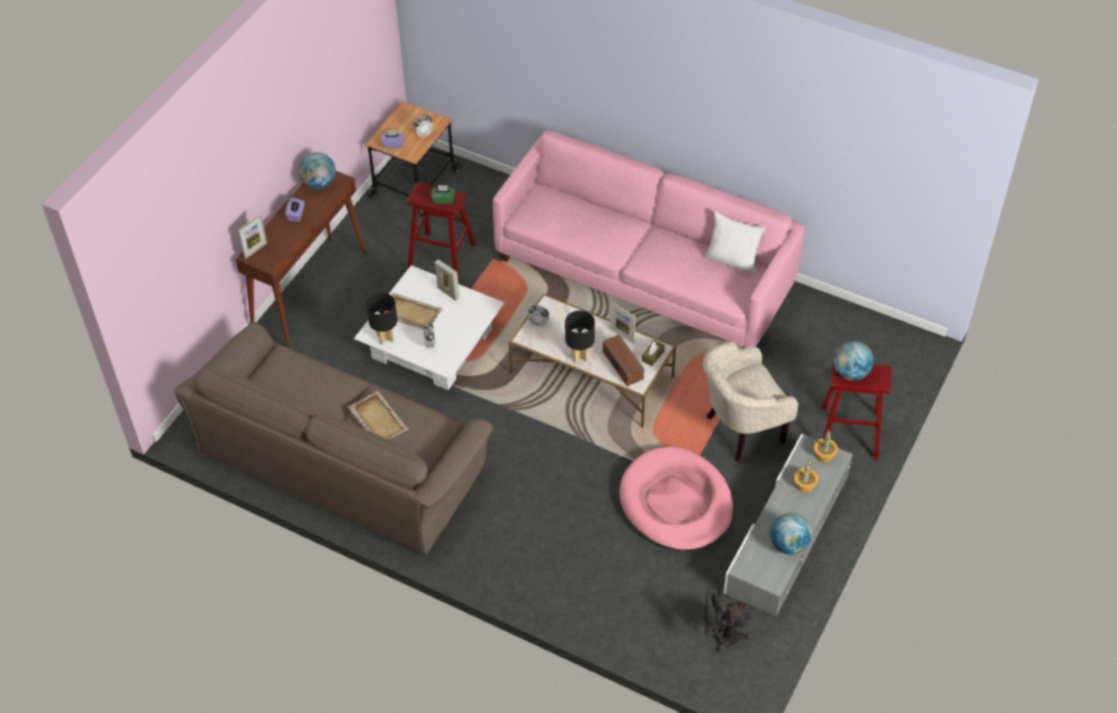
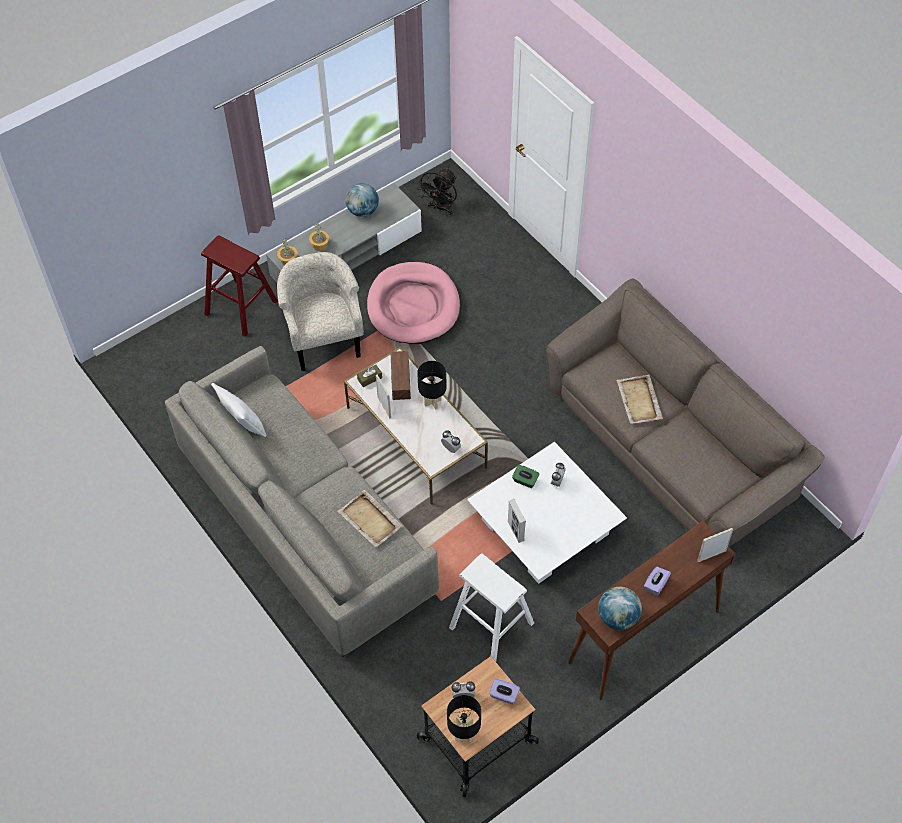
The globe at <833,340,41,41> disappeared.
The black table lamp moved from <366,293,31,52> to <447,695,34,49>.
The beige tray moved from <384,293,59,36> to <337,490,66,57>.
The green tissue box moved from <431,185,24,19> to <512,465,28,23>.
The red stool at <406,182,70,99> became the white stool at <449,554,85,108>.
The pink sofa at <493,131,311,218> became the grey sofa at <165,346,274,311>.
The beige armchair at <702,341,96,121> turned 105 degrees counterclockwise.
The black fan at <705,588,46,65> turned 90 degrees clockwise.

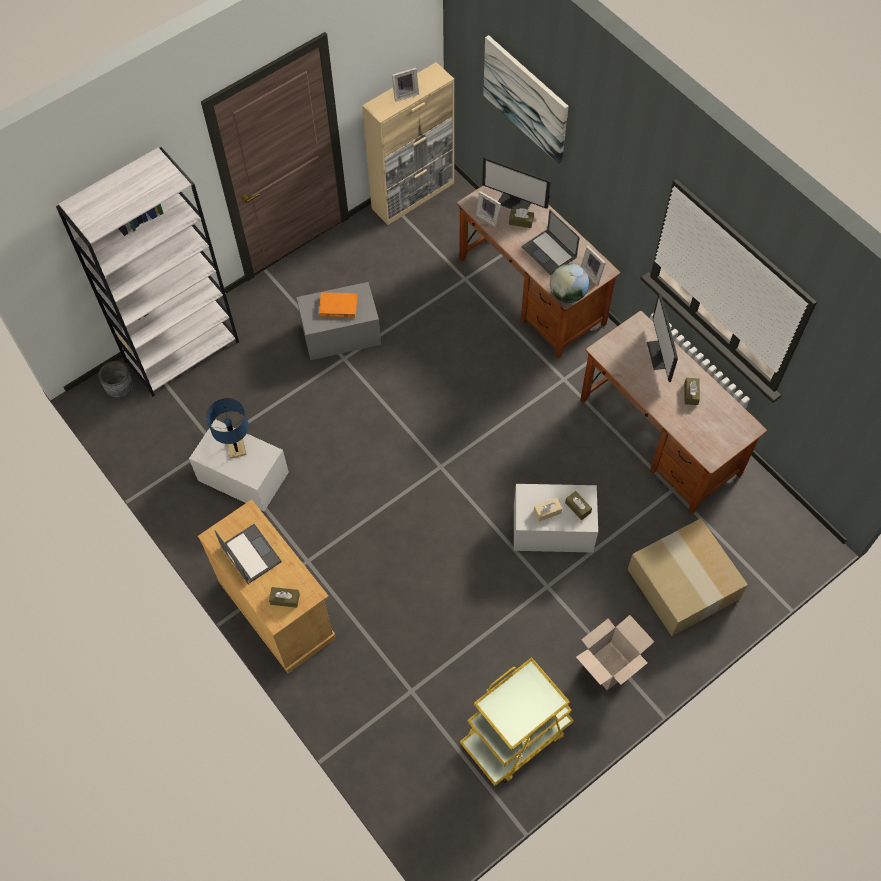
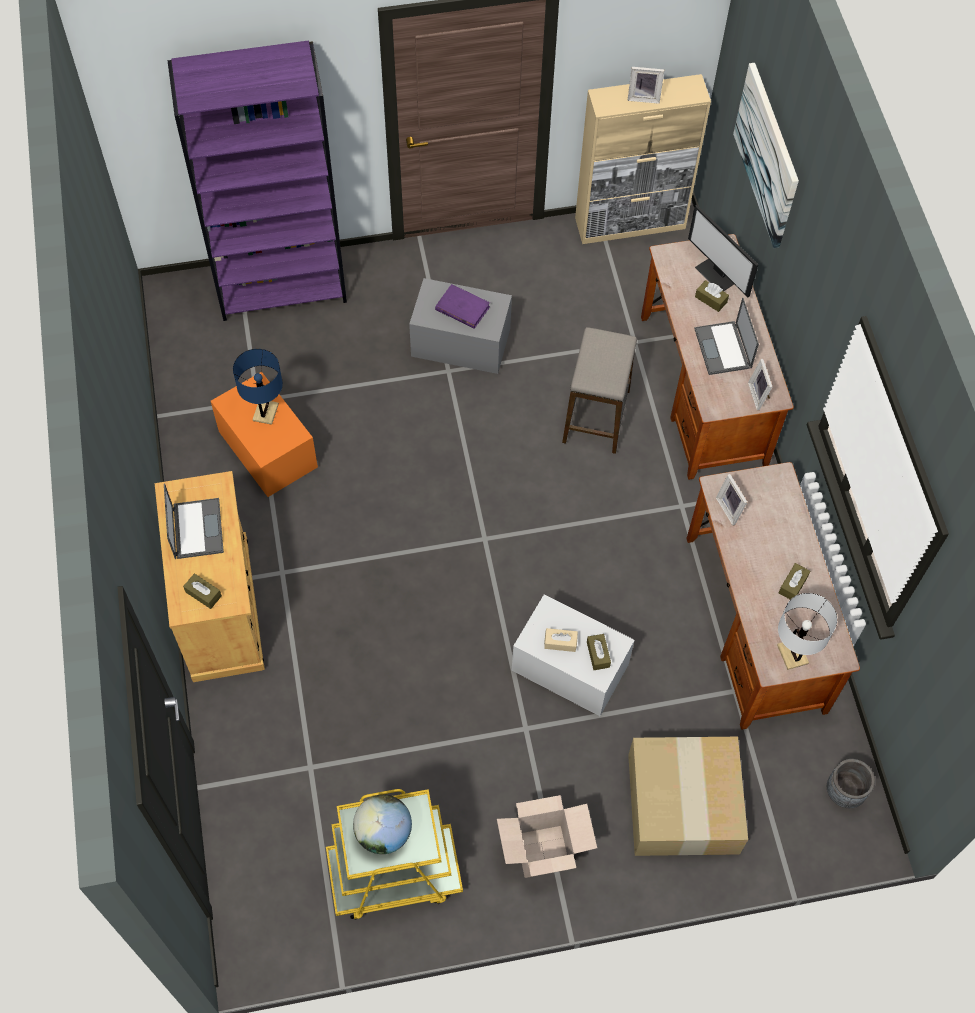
The monitor at <647,293,31,89> disappeared.
The stool at <562,327,75,127> appeared.
The white table lamp at <777,593,60,77> appeared.
The grey planter moved from <99,361,34,37> to <827,759,48,49>.
The picture frame moved from <476,191,25,36> to <716,474,31,52>.
The globe moved from <550,263,39,40> to <353,794,59,60>.
The white bookcase at <56,147,183,250> became the purple bookcase at <168,40,179,281>.
The white storage box at <189,419,100,92> became the orange storage box at <211,372,107,125>.
The orange book at <319,292,38,26> became the purple book at <435,284,55,45>.

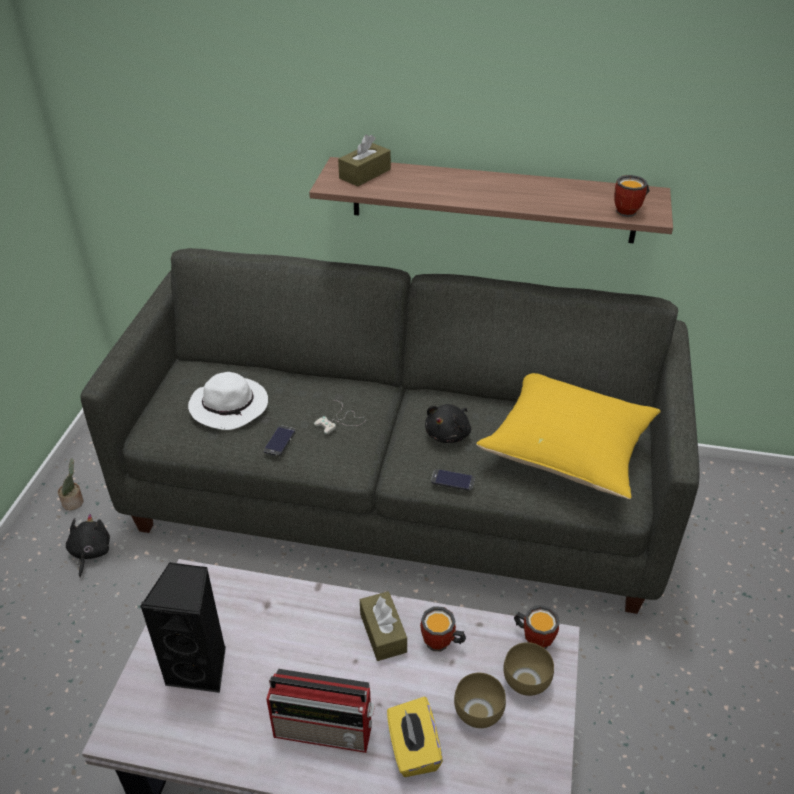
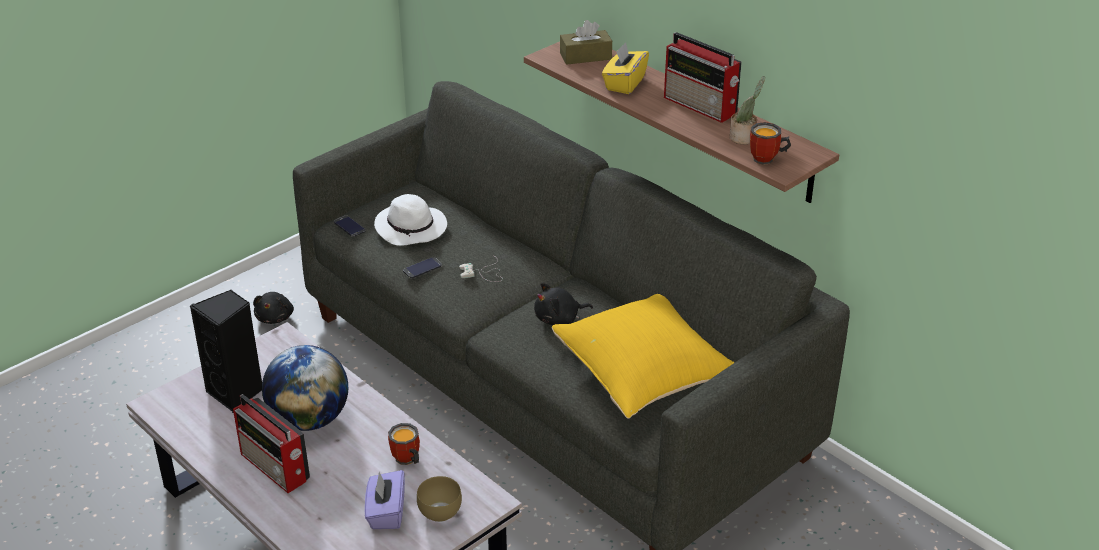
The brown tissue box at <360,591,47,70> disappeared.
The mug at <514,605,46,44> disappeared.
The globe at <262,345,86,86> appeared.
The radio at <664,32,78,91> appeared.
The potted plant moved from <58,459,26,51> to <729,76,36,68>.
The yellow tissue box moved from <387,696,56,81> to <602,42,47,52>.
The phone moved from <431,469,44,22> to <334,216,32,21>.
The brown bowl at <454,673,52,55> was replaced by the purple tissue box at <364,470,41,59>.
The black plush toy at <66,514,44,64> turned 150 degrees clockwise.

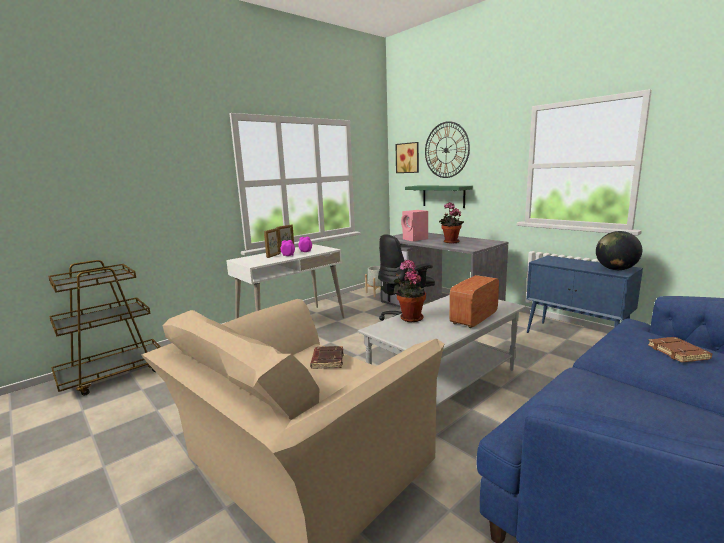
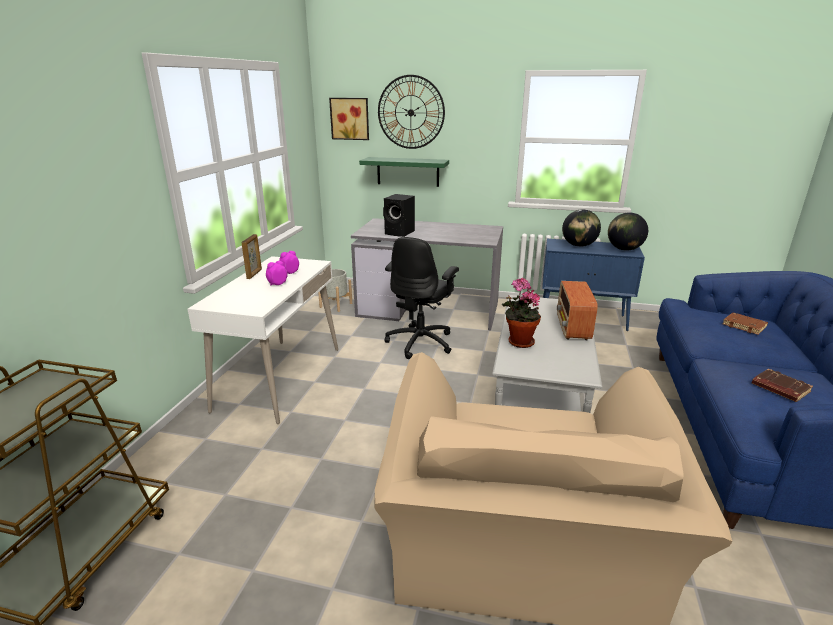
The picture frame at <264,228,17,30> disappeared.
The potted plant at <439,202,25,41> disappeared.
The globe at <562,209,39,38> appeared.
The brown book moved from <310,346,34,23> to <752,368,61,34>.
The pink speaker at <401,210,27,31> became the black speaker at <383,194,32,43>.

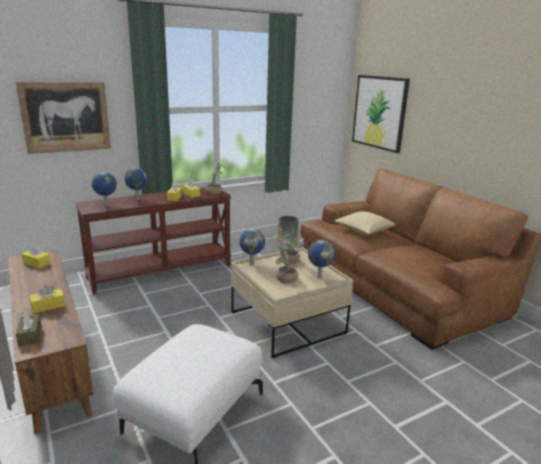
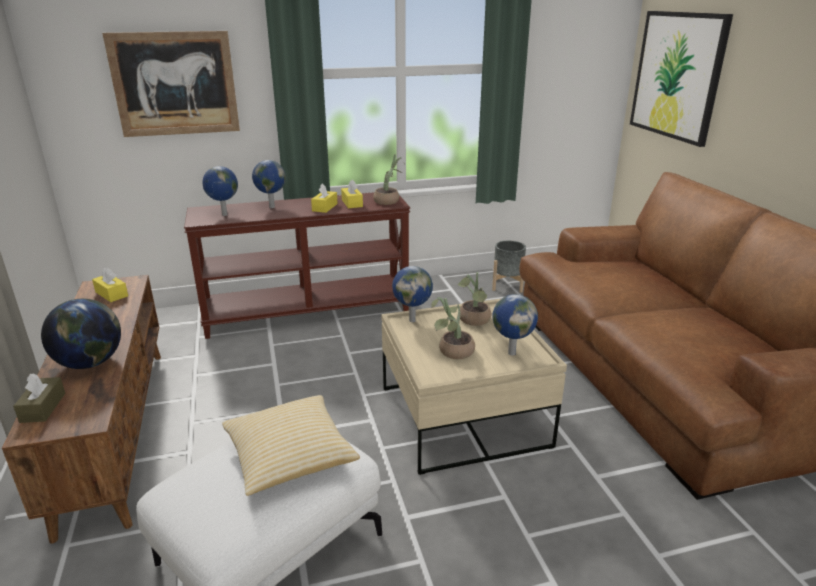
The pillow moved from <334,211,61,24> to <222,395,138,101>.
The yellow tissue box at <30,285,35,28> was replaced by the globe at <41,299,80,70>.

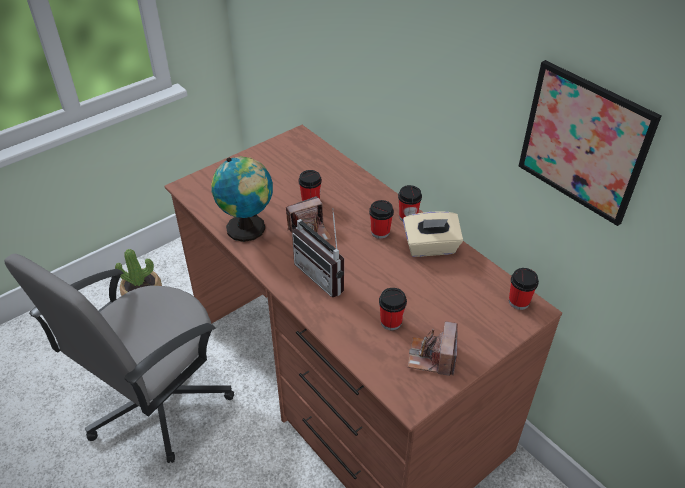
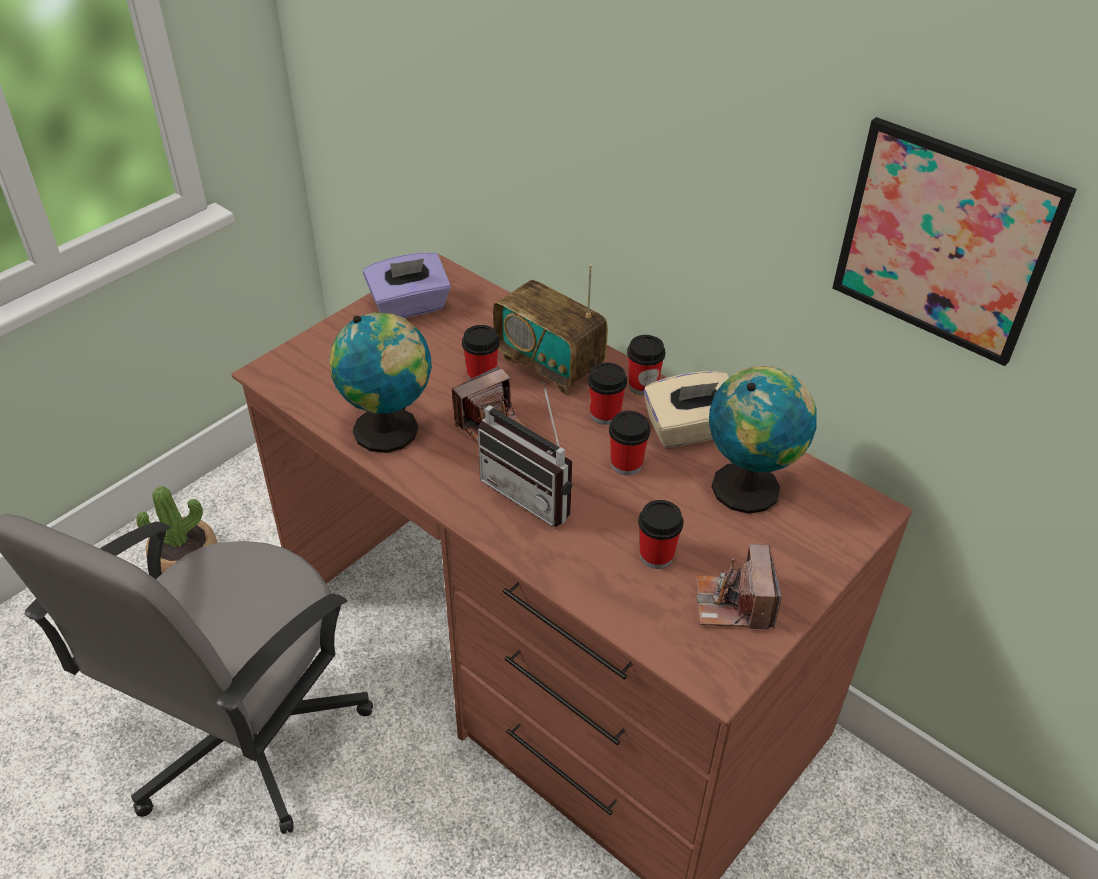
The purple tissue box at <363,252,88,66> appeared.
The radio at <493,265,115,129> appeared.
The globe at <709,366,108,148> appeared.
The cup moved from <509,268,30,42> to <609,411,41,64>.

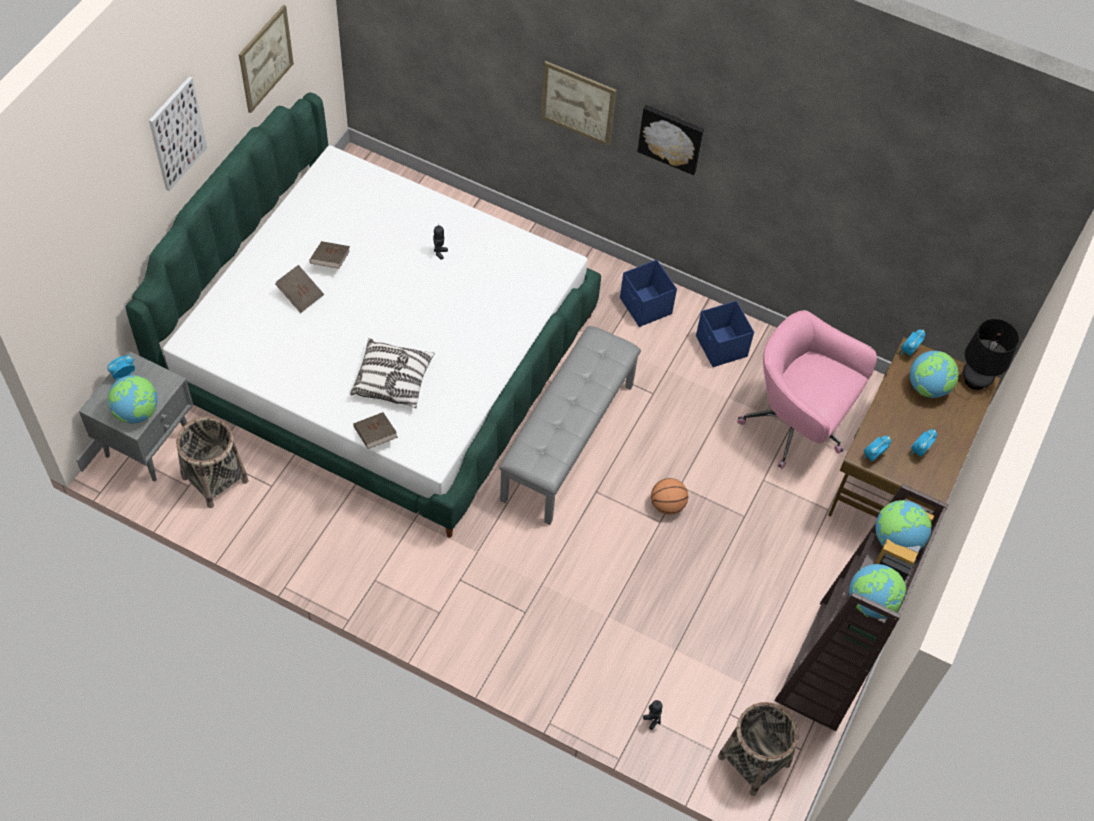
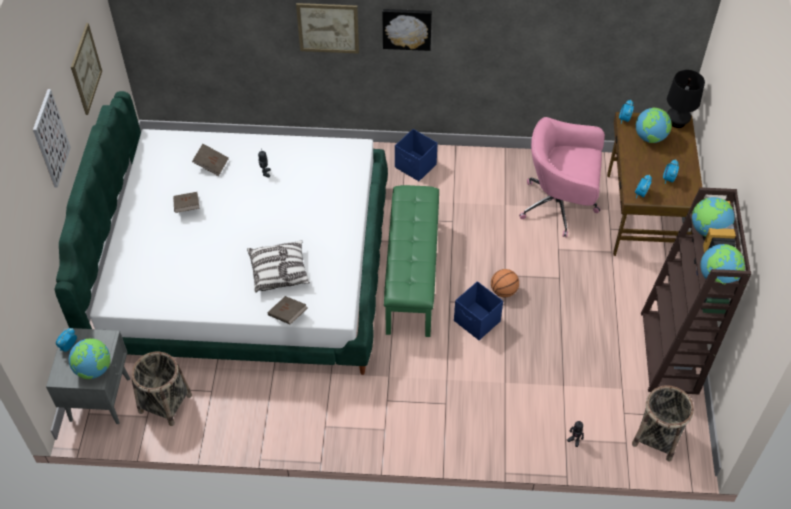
The brown book moved from <275,265,49,48> to <192,144,37,32>.
The blue storage box moved from <696,301,58,66> to <454,281,49,59>.
The grey bench at <499,326,142,199> became the green bench at <384,185,55,152>.

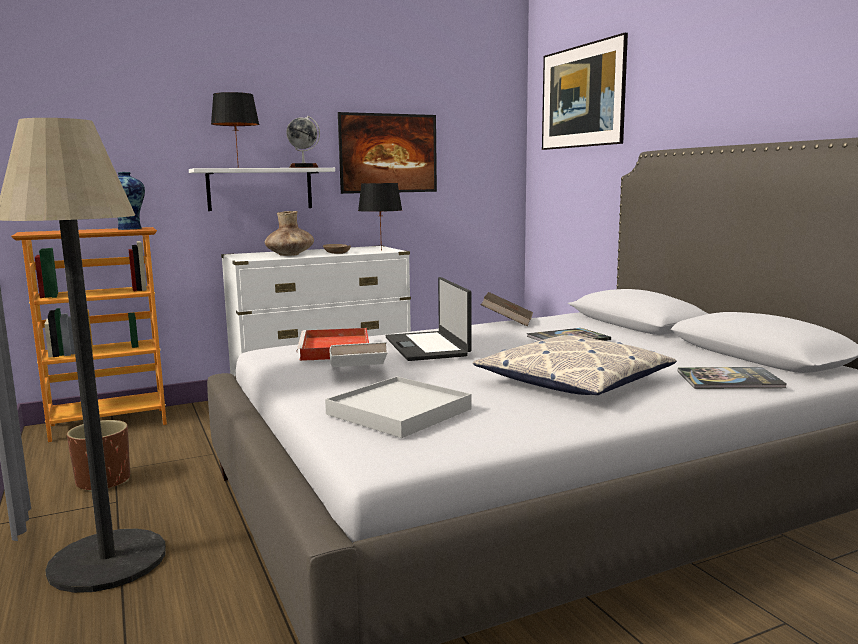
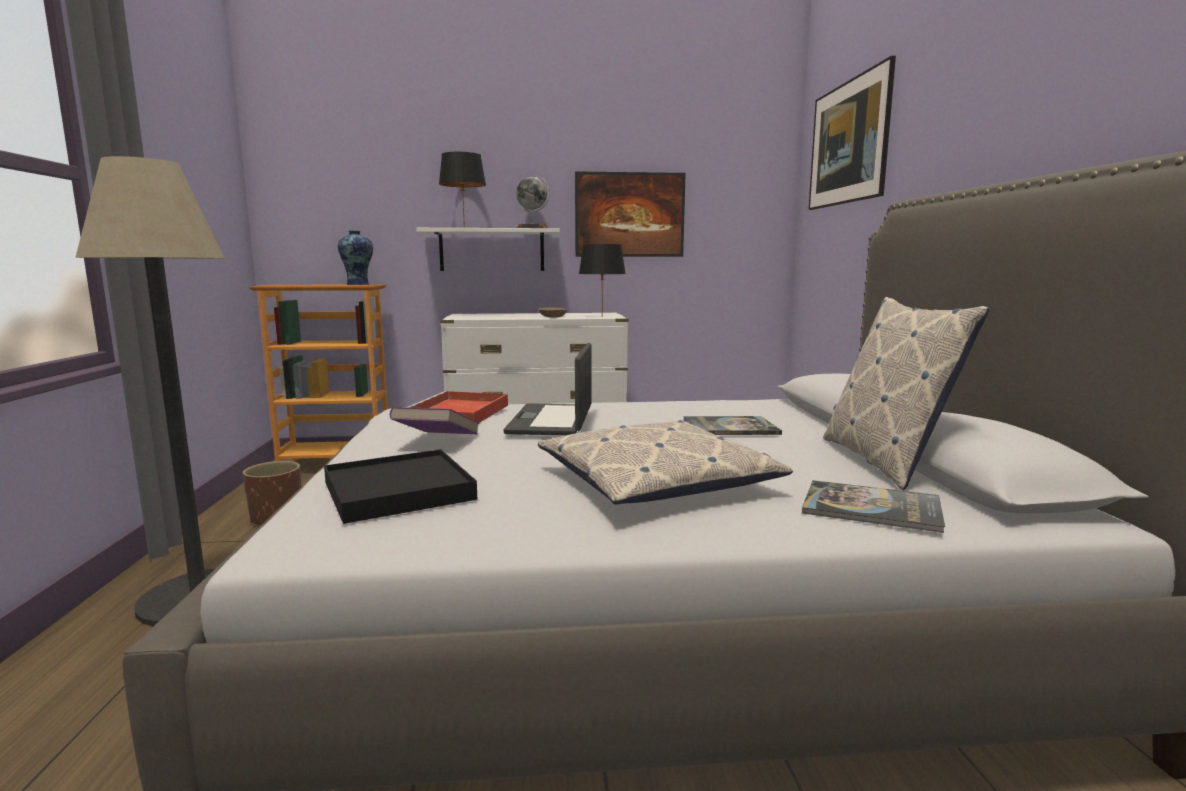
The brown vase at <265,211,49,45> disappeared.
The brown book at <481,292,52,35> disappeared.
The pillow at <823,297,166,193> appeared.
The white tray at <325,376,146,62> became the black tray at <324,449,153,75>.
The white book at <329,342,59,25> became the purple book at <390,407,89,28>.

